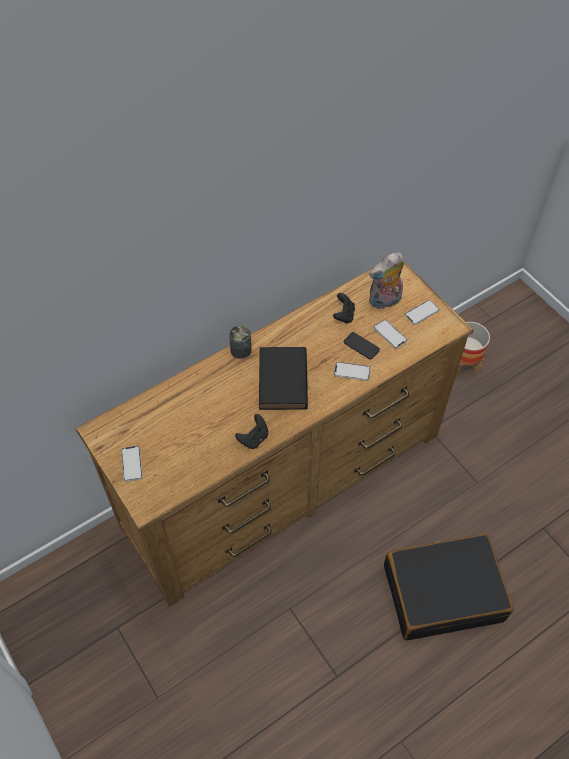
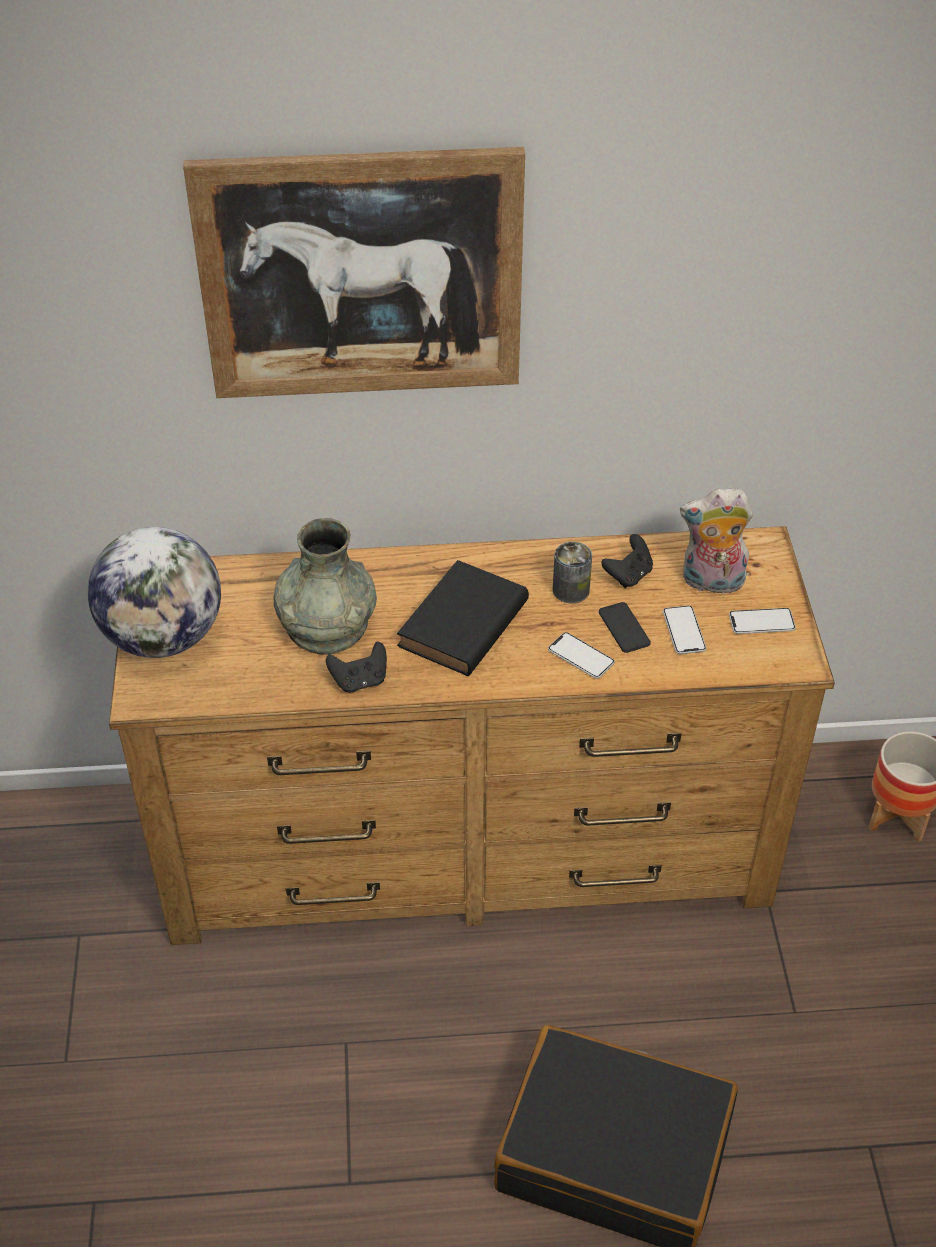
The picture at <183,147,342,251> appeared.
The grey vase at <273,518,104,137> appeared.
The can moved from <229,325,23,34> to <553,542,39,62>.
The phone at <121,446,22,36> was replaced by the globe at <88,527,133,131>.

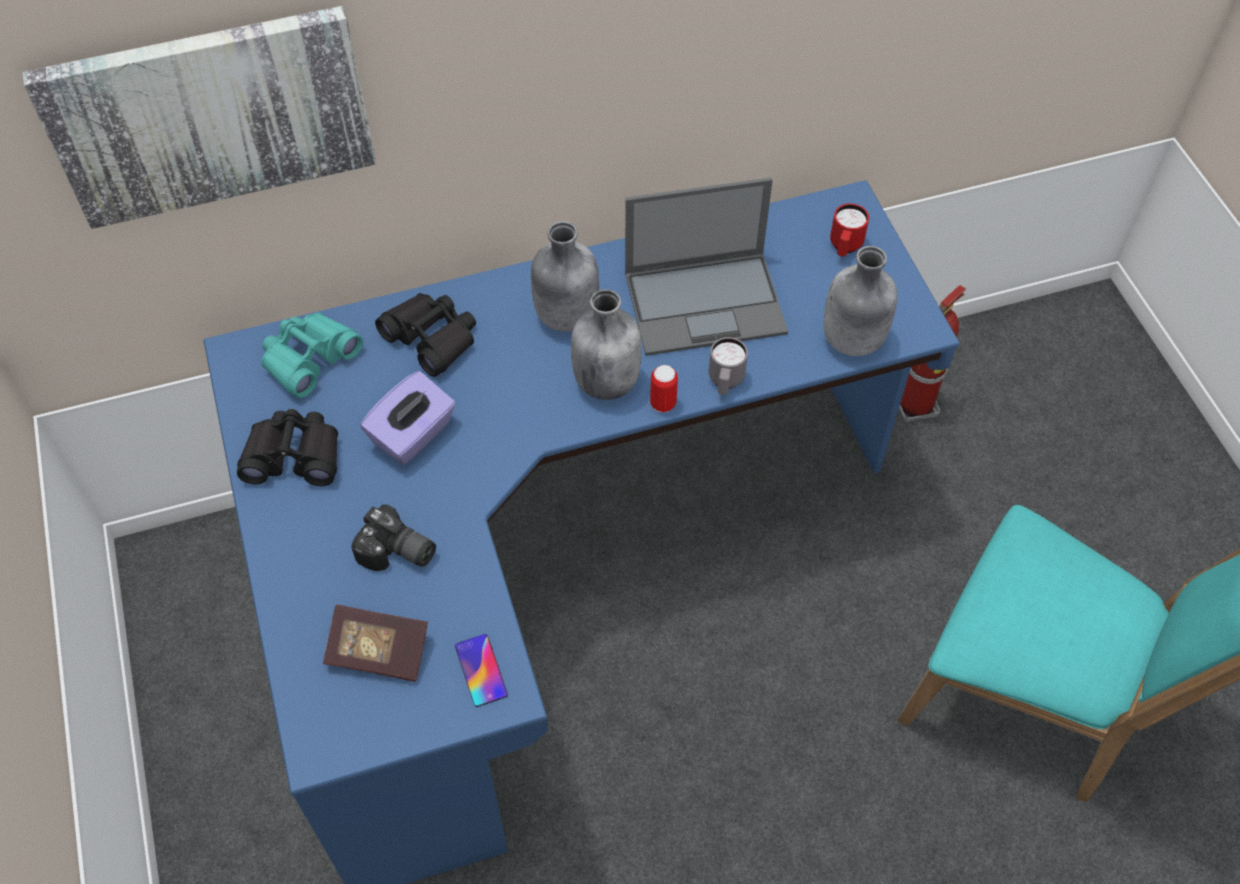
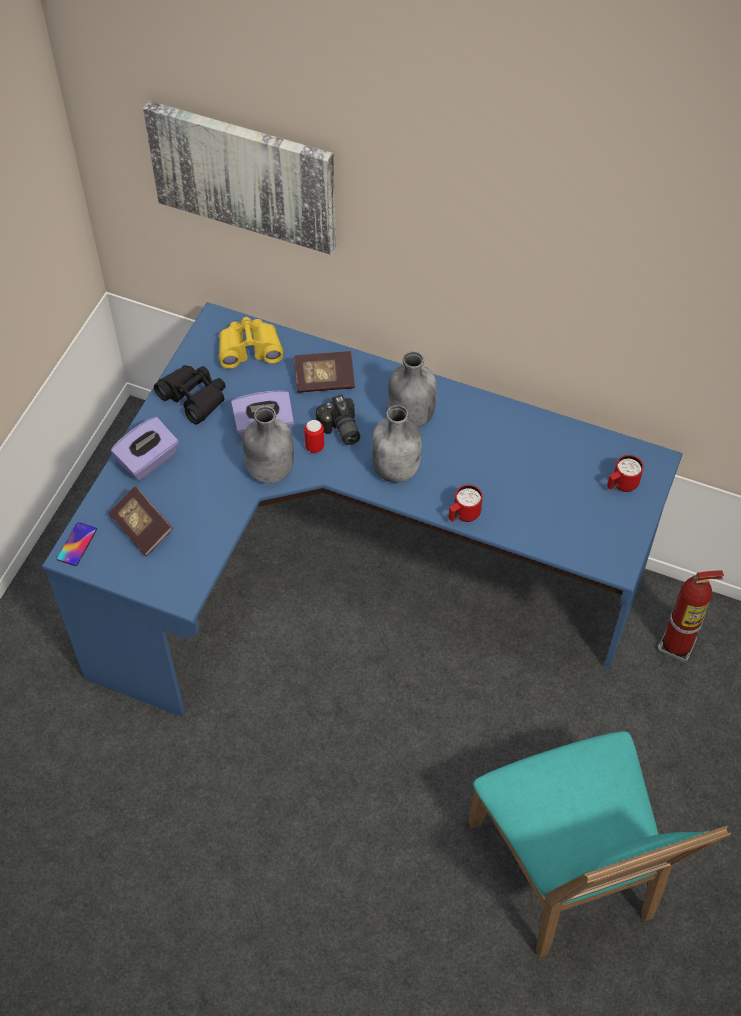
The laptop at <625,178,163,178> disappeared.
The purple tissue box at <111,417,68,64> appeared.
The photo camera moved from <351,504,85,67> to <316,395,44,50>.
The phone moved from <455,634,53,73> to <57,522,40,44>.
The can moved from <650,365,28,47> to <304,420,20,33>.
The grey bottle moved from <824,246,73,110> to <243,406,51,77>.
The black binoculars at <375,293,101,84> was replaced by the book at <294,351,61,42>.
The turquoise binoculars at <261,313,102,85> became the yellow binoculars at <219,317,64,52>.
The grey mug at <709,337,39,58> became the red mug at <448,485,35,37>.

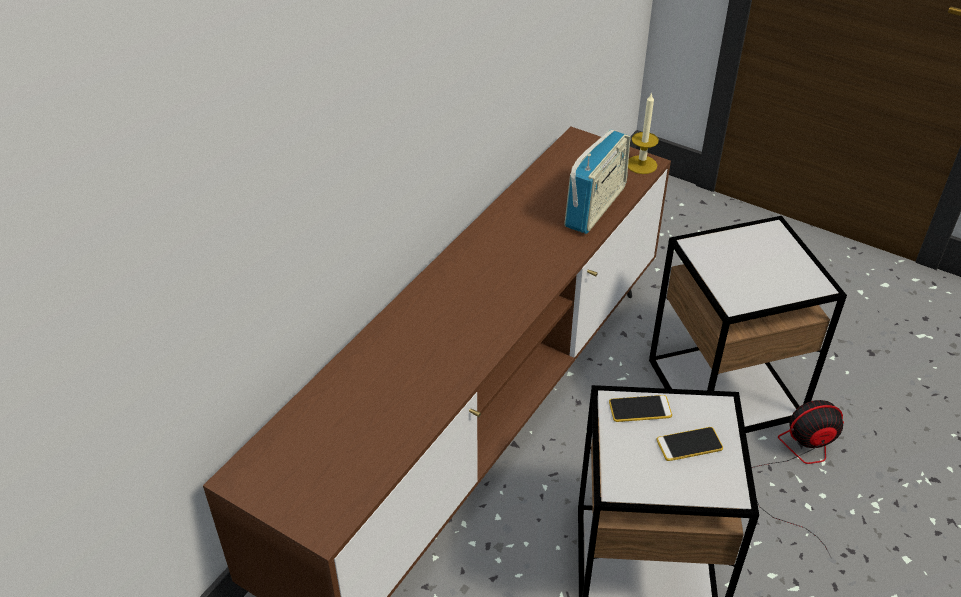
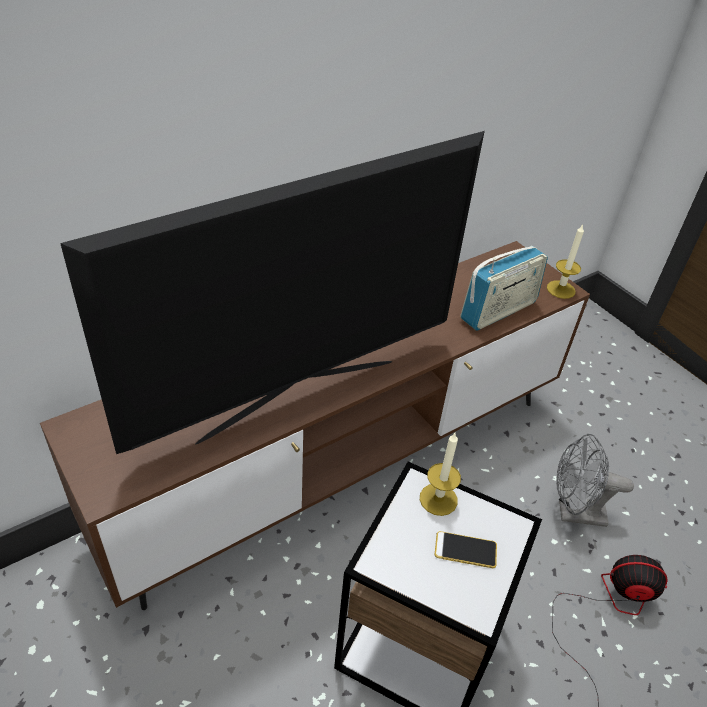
The television at <60,131,425,323> appeared.
The phone at <609,395,63,27> was replaced by the candle at <420,433,41,83>.
The side table at <649,216,198,217> was replaced by the grey fan at <556,434,78,93>.

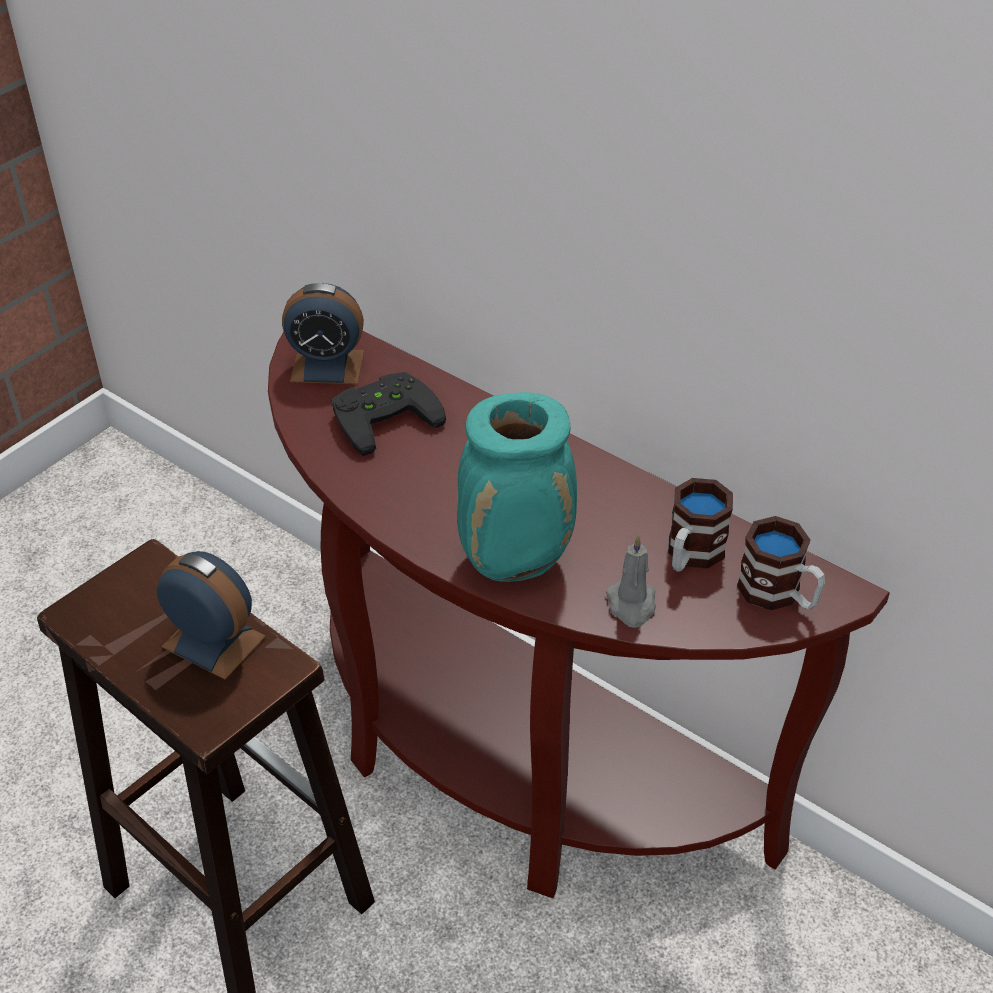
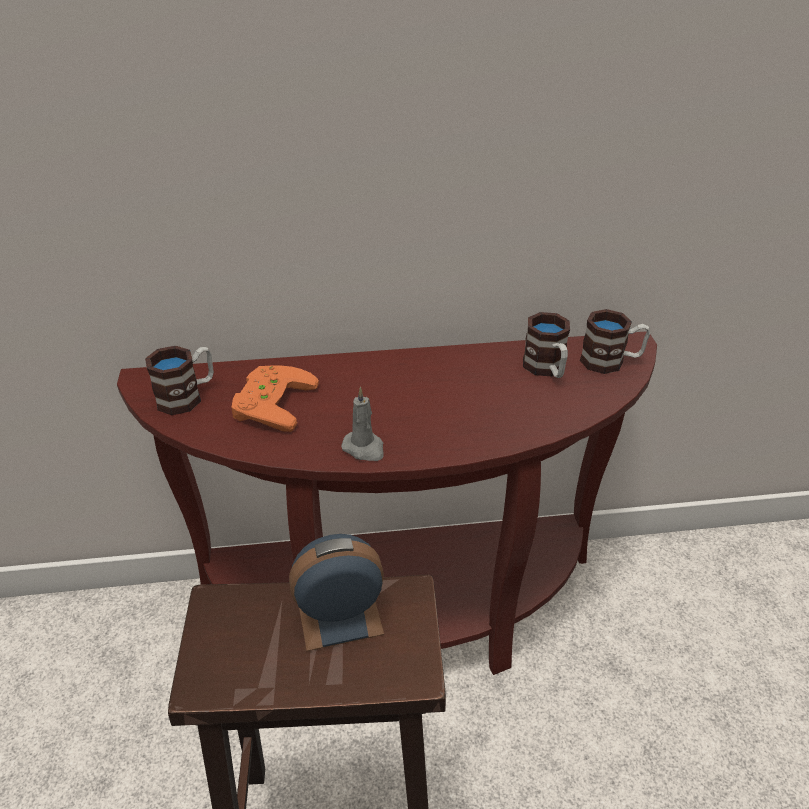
The turquoise vase at <457,392,120,190> disappeared.
The grey candle moved from <606,535,50,93> to <341,387,43,74>.
The alarm clock at <282,283,82,101> was replaced by the mug at <145,346,69,69>.
The black game controller at <332,372,114,84> became the orange game controller at <232,365,87,67>.

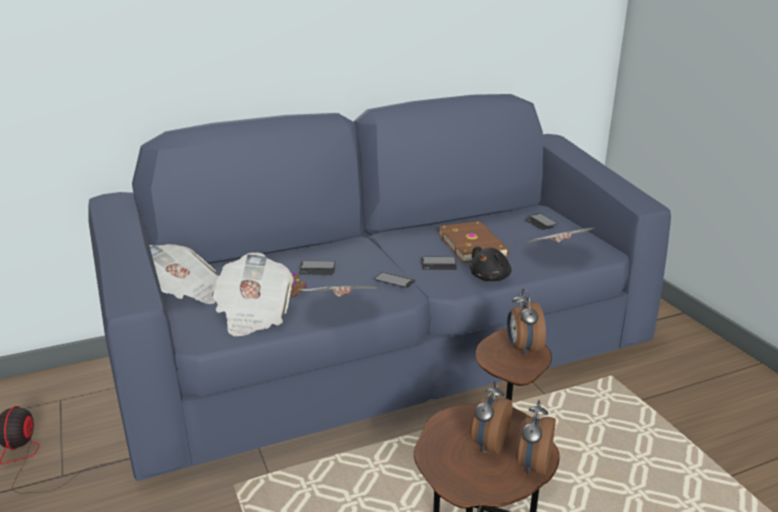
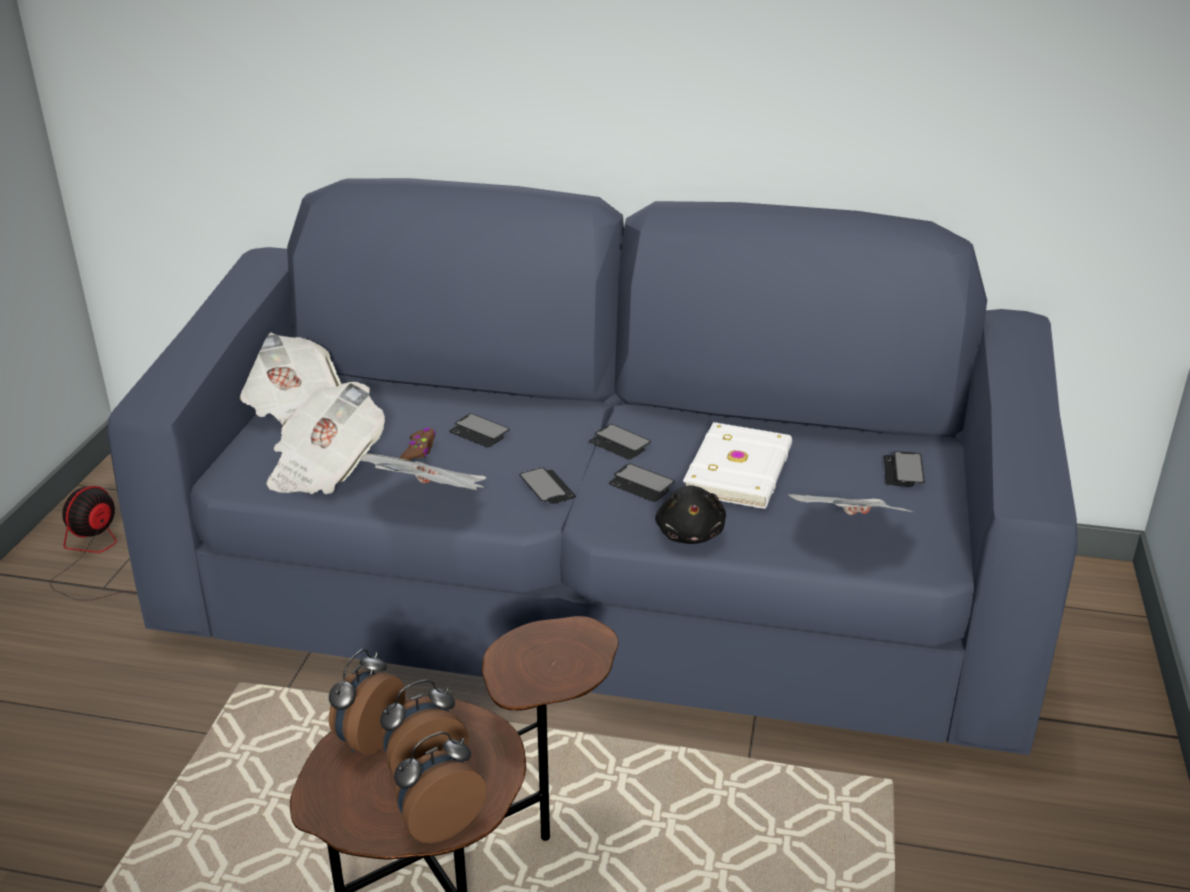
The phone at <589,424,62,36> appeared.
The alarm clock moved from <507,288,39,68> to <329,649,76,106>.
The brown book at <438,221,71,42> became the white book at <683,422,109,87>.
The black plush toy at <470,246,42,35> turned 75 degrees counterclockwise.

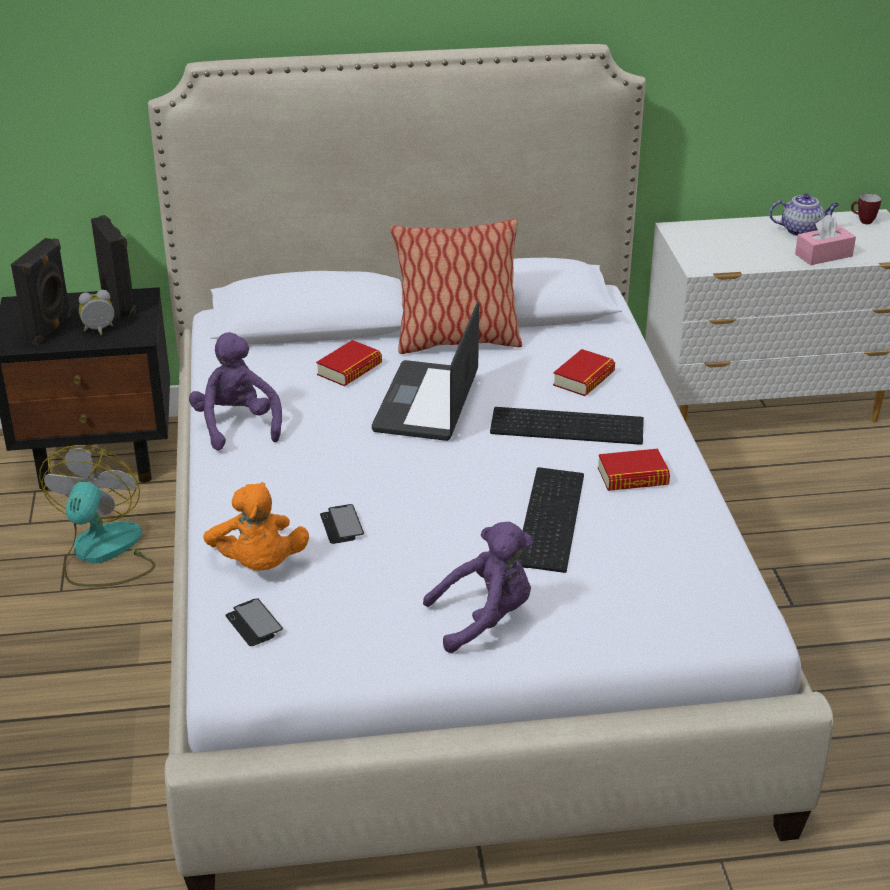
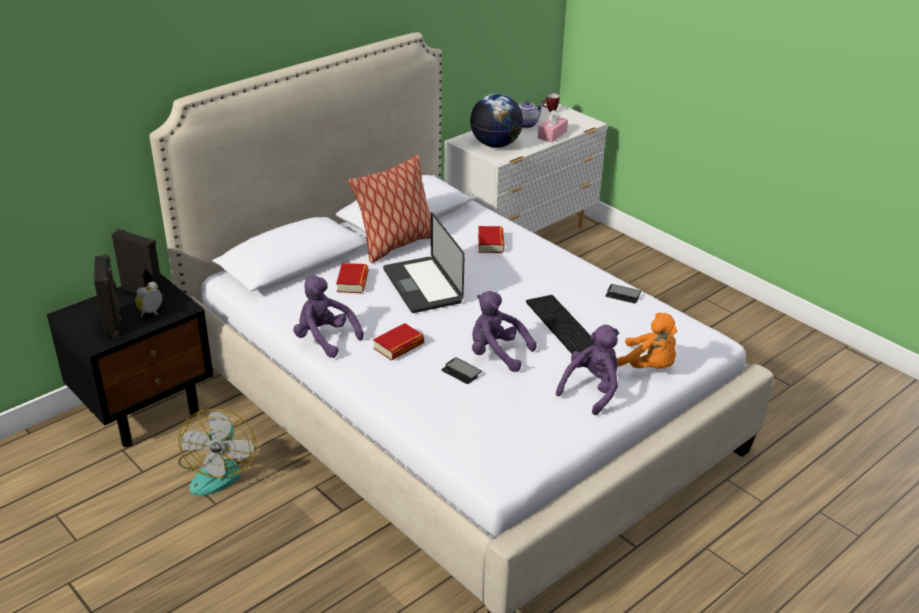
The keyboard at <490,407,154,38> disappeared.
The globe at <470,94,53,54> appeared.
The purple plush toy at <472,291,65,81> appeared.
The orange plush toy moved from <203,482,106,89> to <617,313,60,56>.
The phone moved from <225,598,58,48> to <606,284,35,20>.
The book moved from <598,449,72,42> to <373,323,51,38>.
The fan at <39,445,116,142> turned 150 degrees counterclockwise.

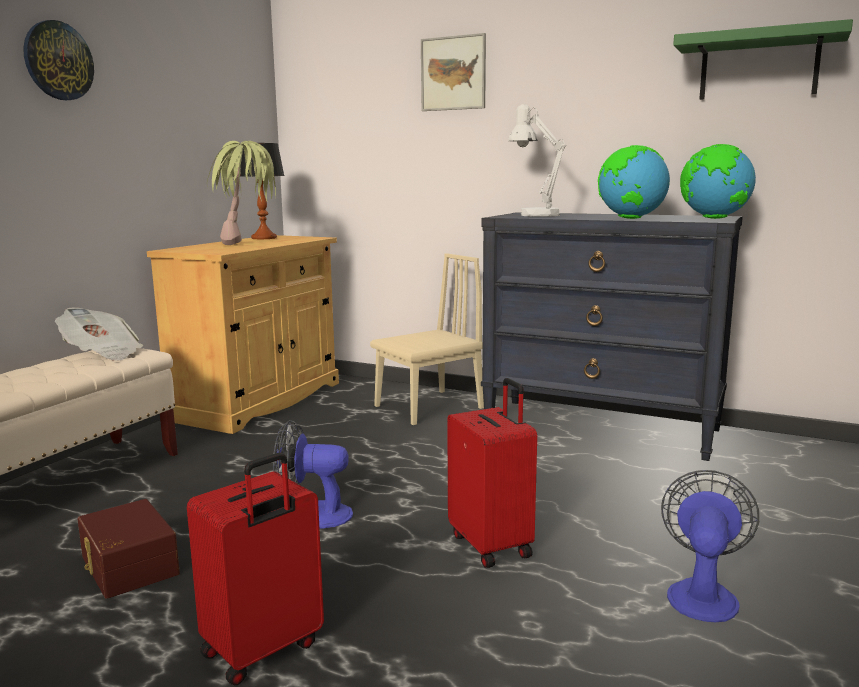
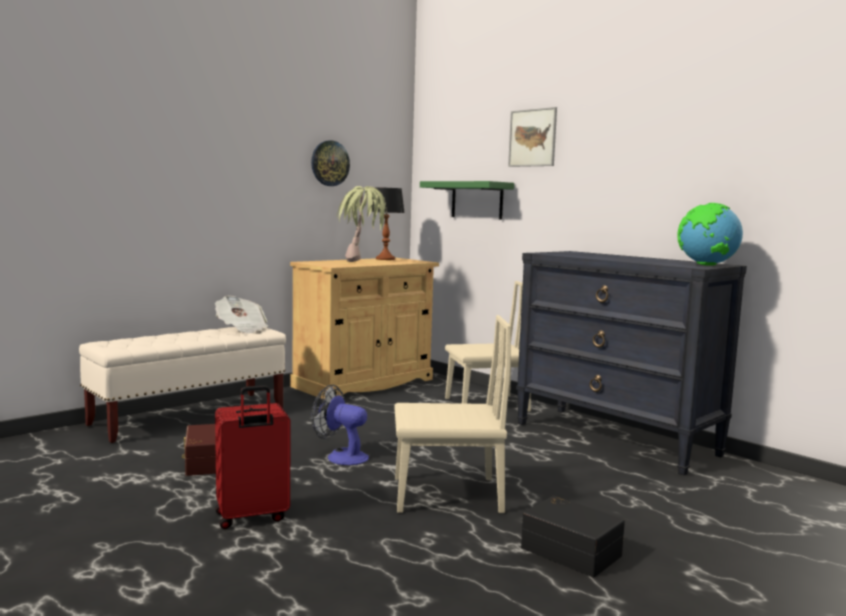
The white table lamp at <508,104,58,113> disappeared.
The globe at <598,145,72,74> disappeared.
The wall clock moved from <23,20,71,80> to <311,140,39,46>.
The green shelf moved from <673,19,180,81> to <420,181,94,39>.
The red suitcase at <447,378,90,190> was replaced by the beige chair at <394,315,117,198>.
The fan at <661,470,98,152> was replaced by the black storage box at <521,495,104,82>.

